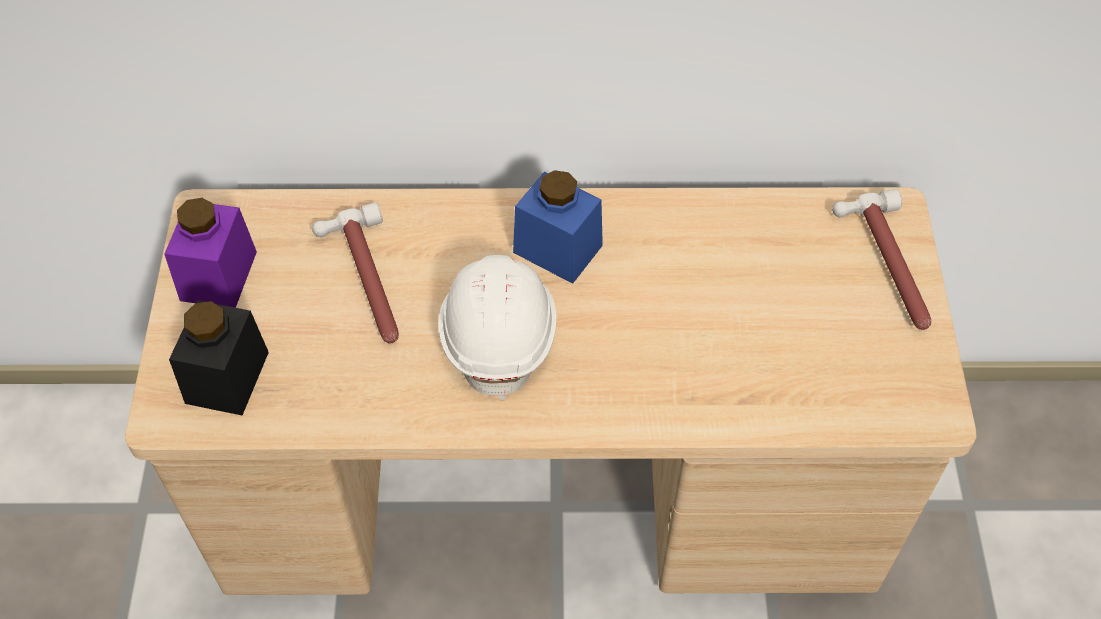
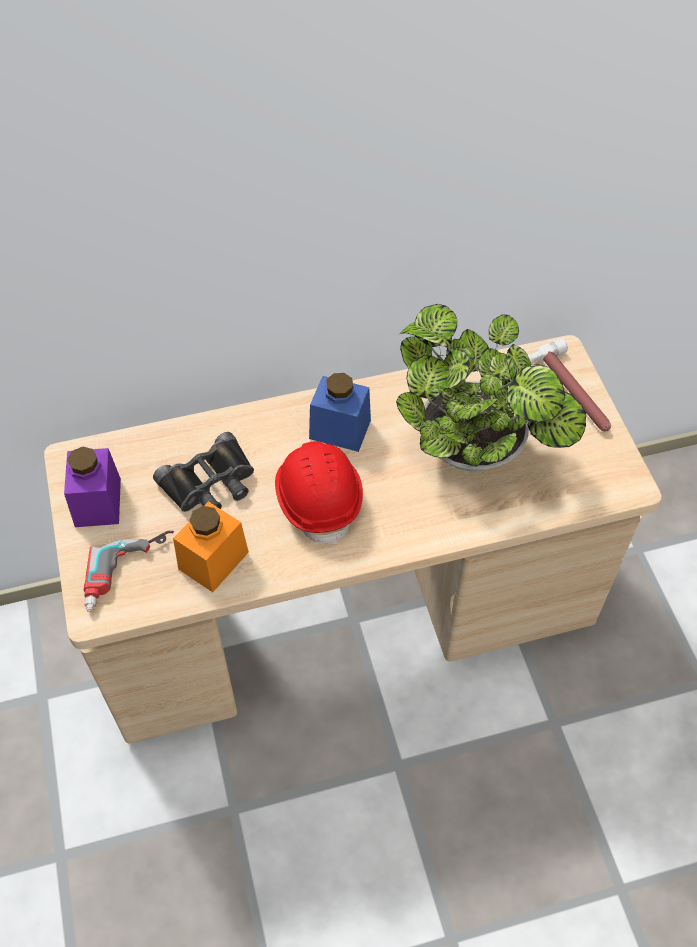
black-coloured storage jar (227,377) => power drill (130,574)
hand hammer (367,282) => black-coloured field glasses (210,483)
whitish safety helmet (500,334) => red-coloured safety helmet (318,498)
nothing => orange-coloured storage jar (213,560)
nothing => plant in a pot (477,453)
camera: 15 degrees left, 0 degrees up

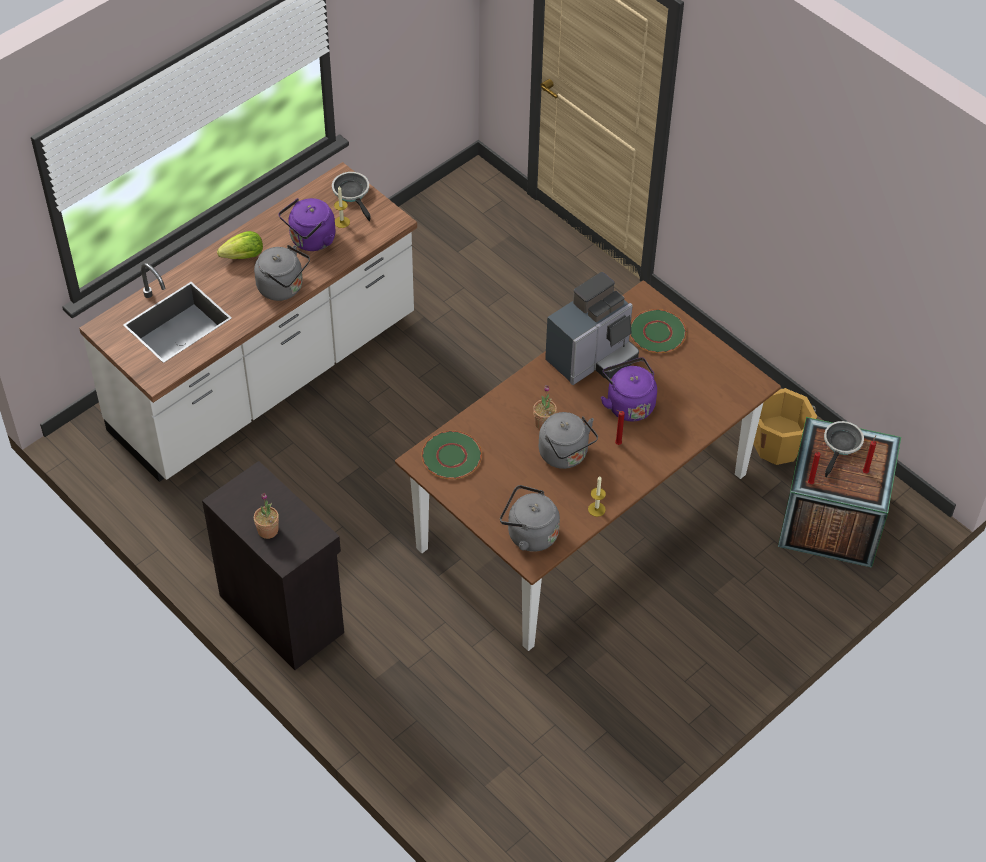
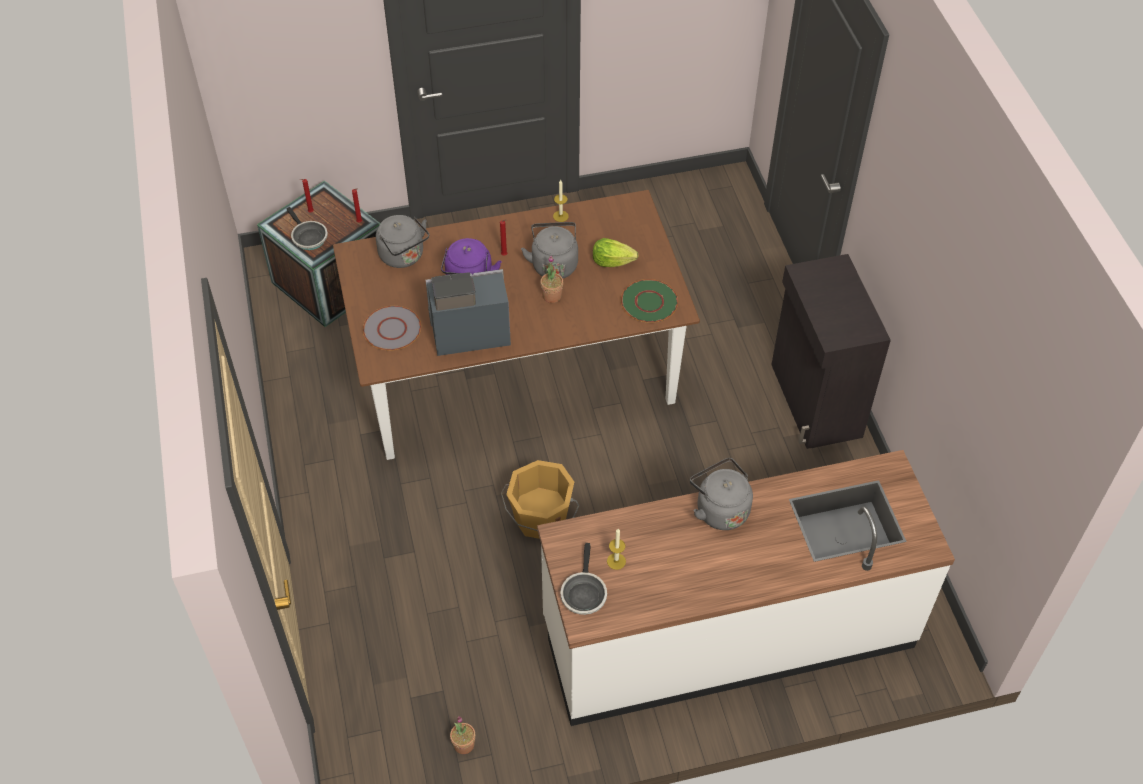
lettuce (244,256) => lettuce (612,262), move
plant in a pot (268,530) => plant in a pot (464,744), move
purple tea kettle (310,240) => nothing
grey tea kettle (529,534) => grey tea kettle (404,256), move
greenish dinner plate (657,333) => grey dinner plate (392,329)
orange-coloured water bucket (777,444) => orange-coloured water bucket (541,519), move
frying pan (841,445) => frying pan (308,237), 90 degrees counterclockwise
camera: 150 degrees left, 0 degrees up

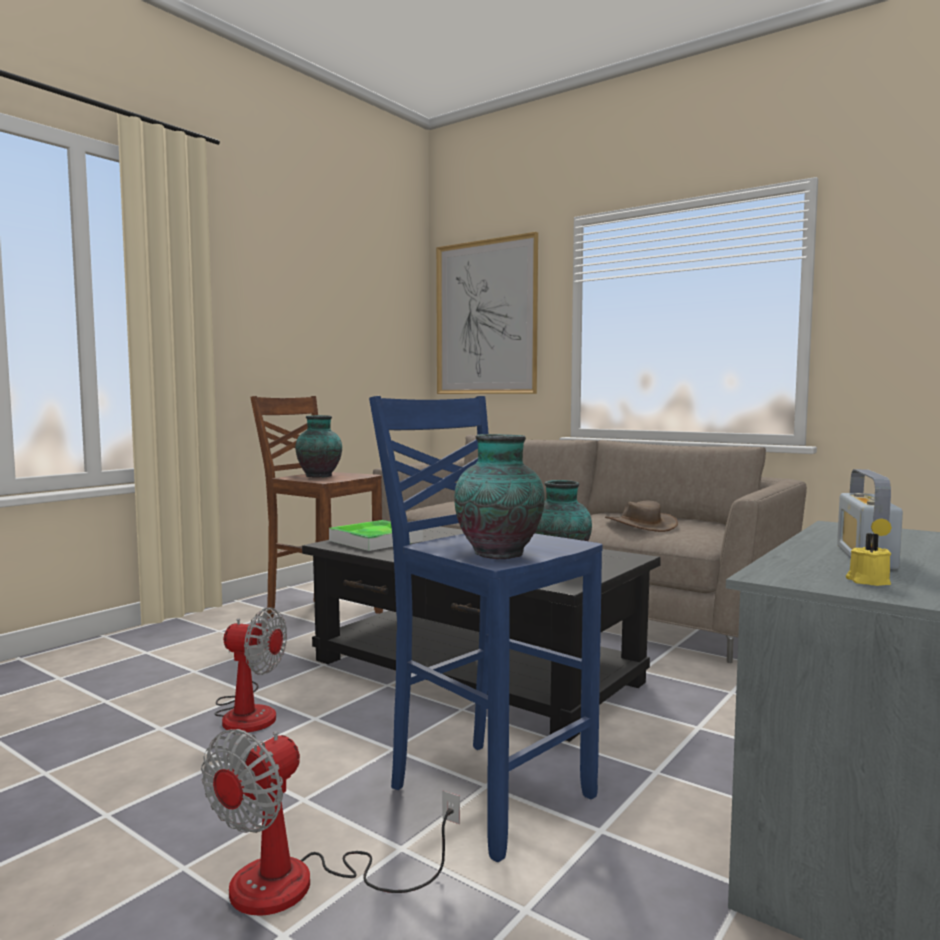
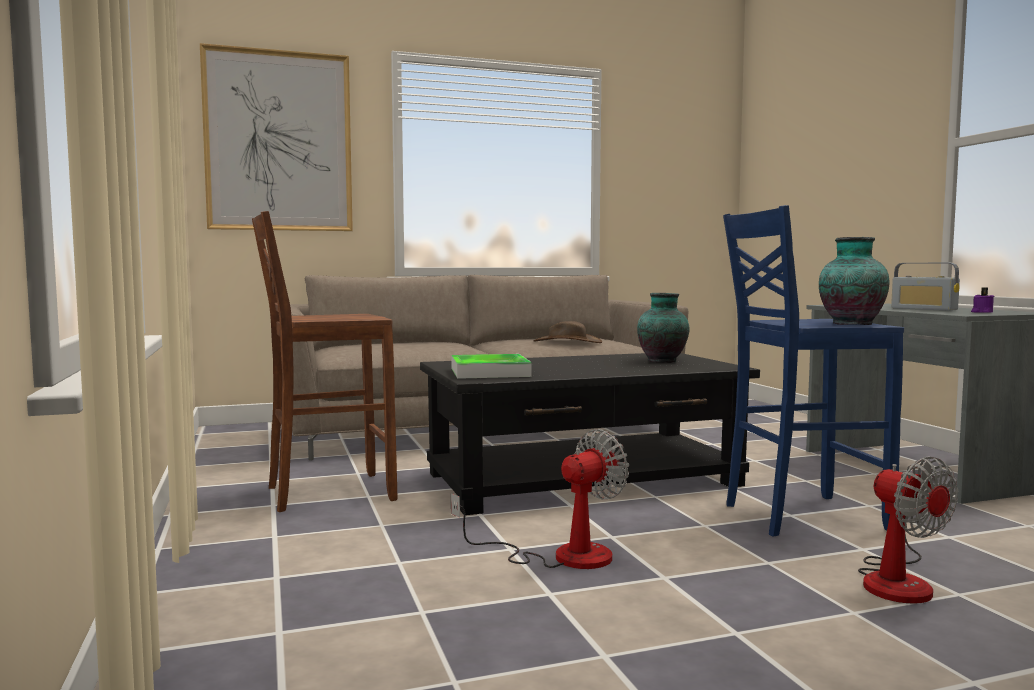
vase (320,476) => nothing
yellowish candle (867,581) => purple candle (981,312)
camera: 55 degrees left, 0 degrees up

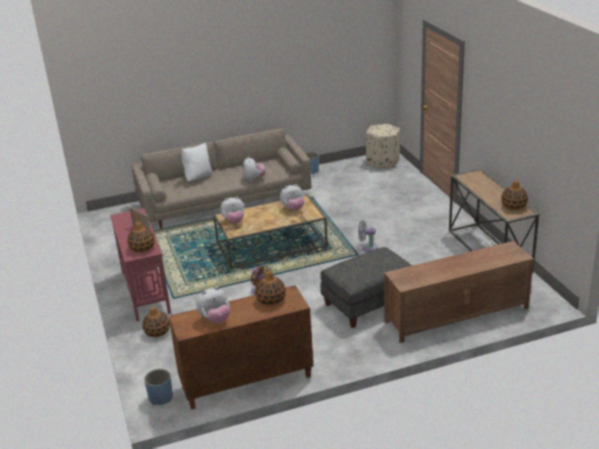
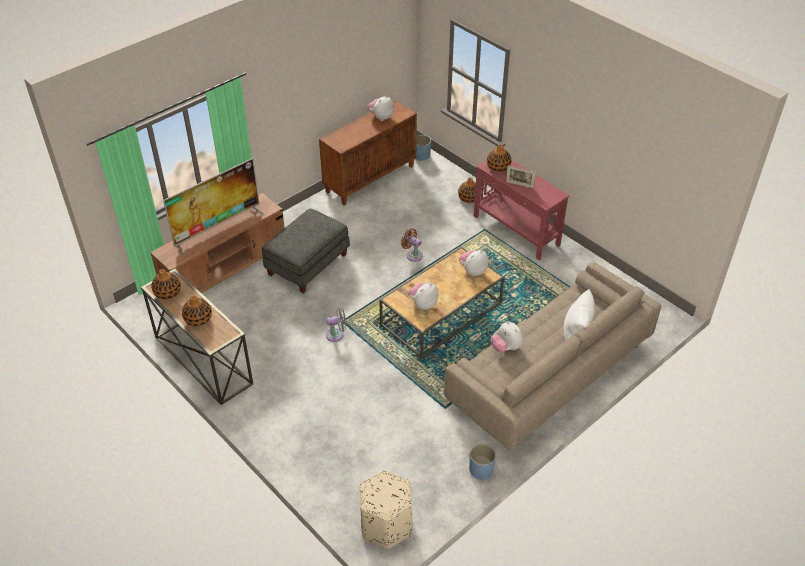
vase (271,300) => vase (198,319), move
nothing => TV (218,228)
camera: 155 degrees right, 15 degrees up

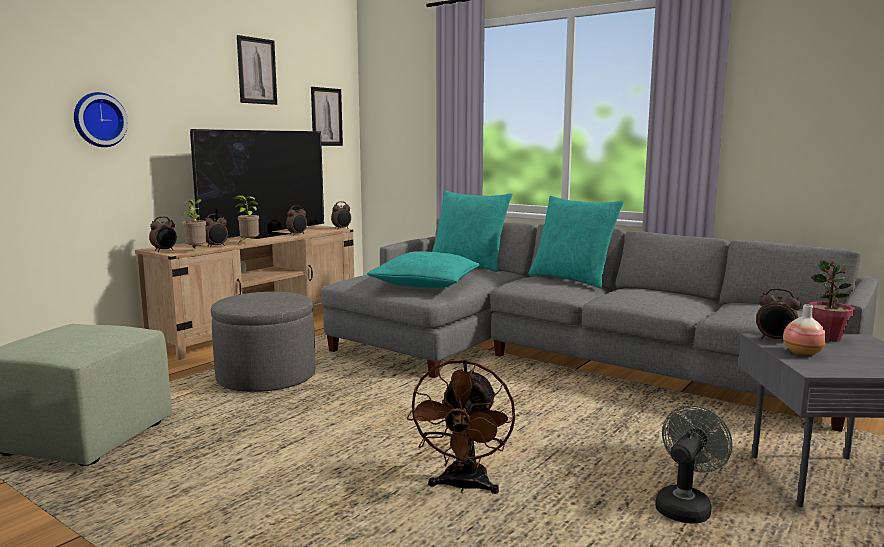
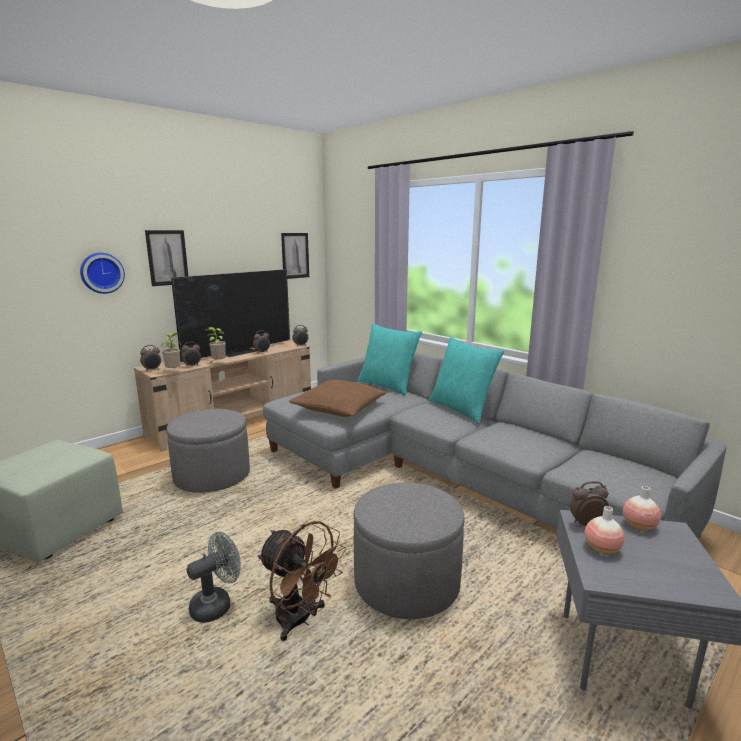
wall picture (257,71) => wall picture (167,257), move
turquoise cushion (426,283) => brown cushion (339,407)
brown cooling fan (464,487) => brown cooling fan (300,620), 75 degrees counterclockwise
grey cooling fan (685,506) => grey cooling fan (217,604), move
bedside clock (775,340) => bedside clock (586,524), 135 degrees clockwise
plant in a pot (827,338) => vase (639,525)
nothing => grey pouffe (406,582)
camera: 10 degrees right, 5 degrees up

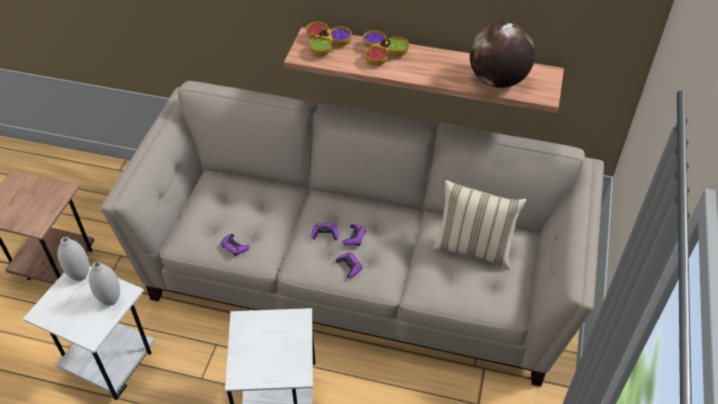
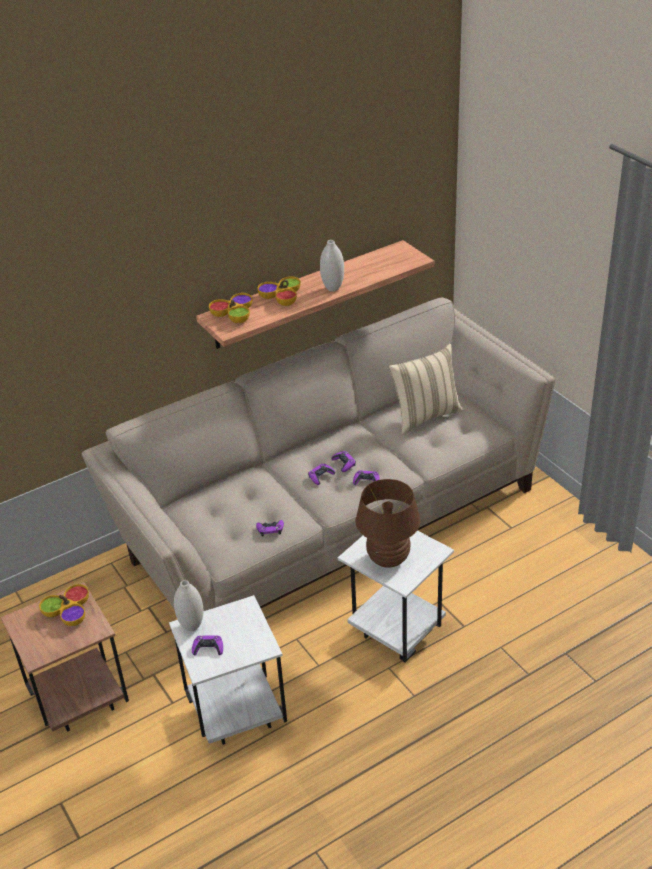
whitish vase (111,300) => whitish vase (333,288), move
desk globe (497,80) => nothing
nothing => deep dish (69,611)
nothing => purple joypad (208,648)
nothing => brown lamp for a table (388,558)
camera: 45 degrees left, 10 degrees down

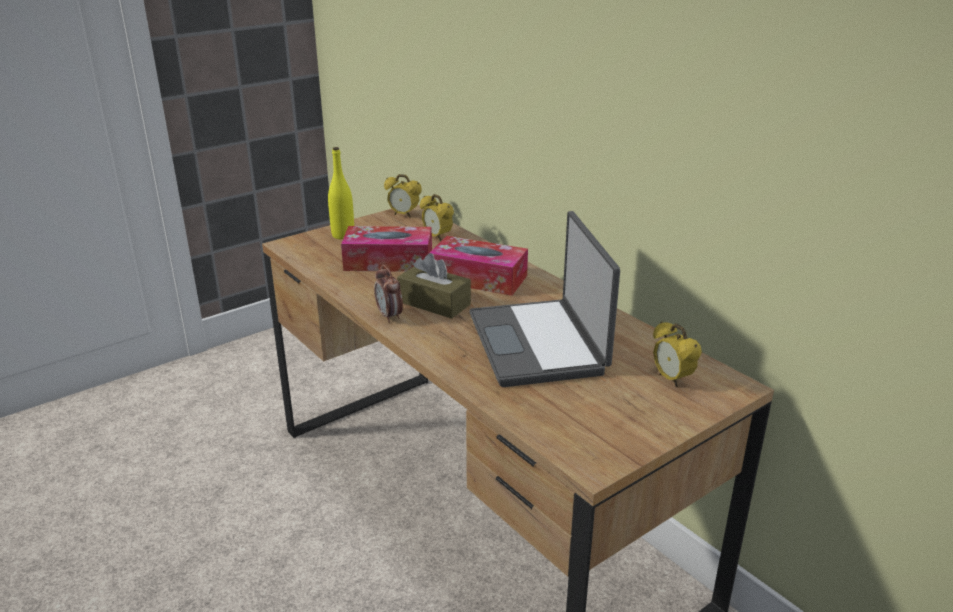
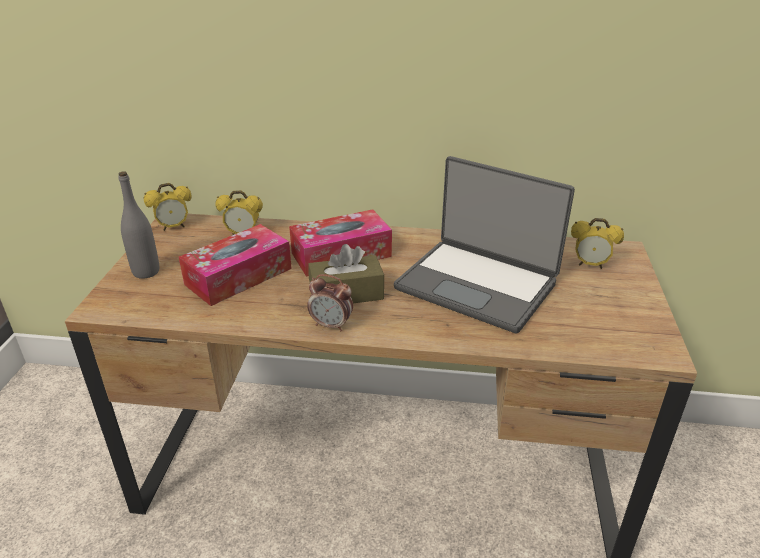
yellowish drink bottle (343,235) => grey drink bottle (146,272)
camera: 45 degrees left, 5 degrees up

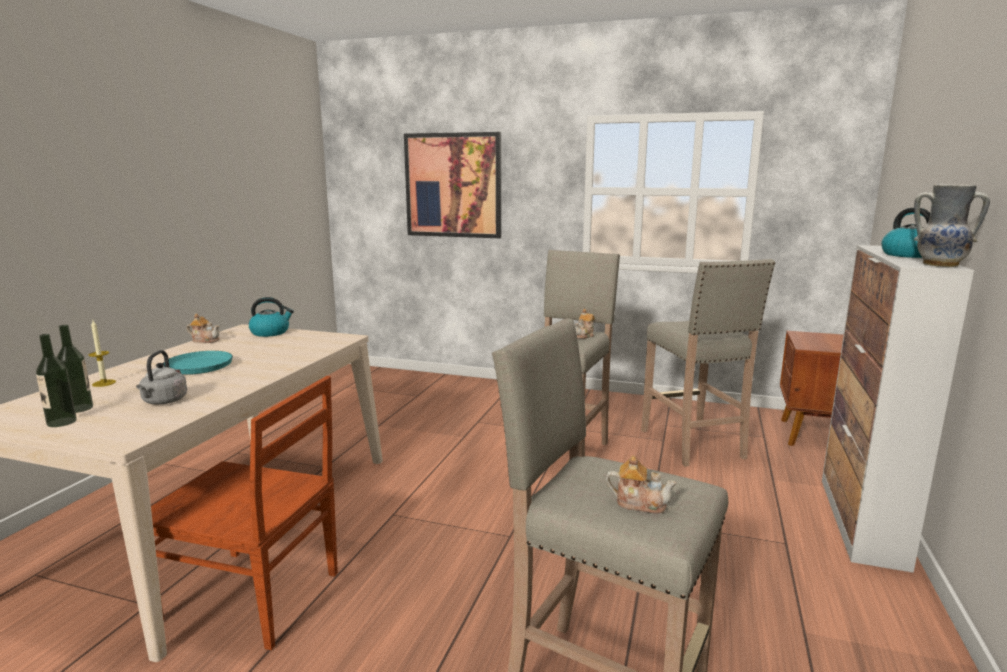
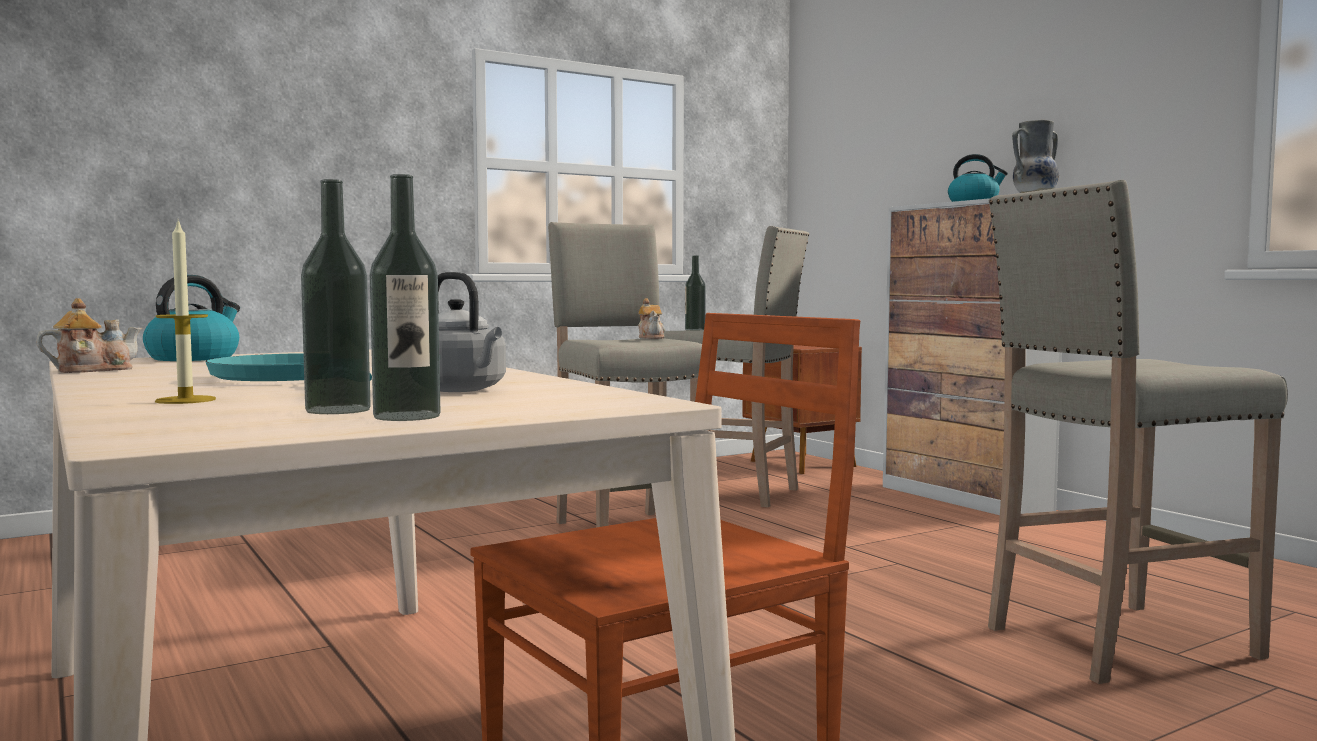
wall picture (453,185) => nothing
pot for tea (639,503) => nothing
nothing => drink bottle (695,329)
camera: 50 degrees left, 10 degrees down

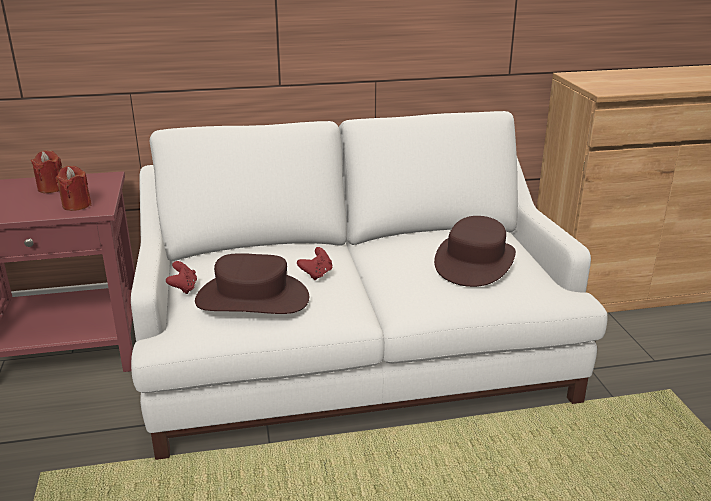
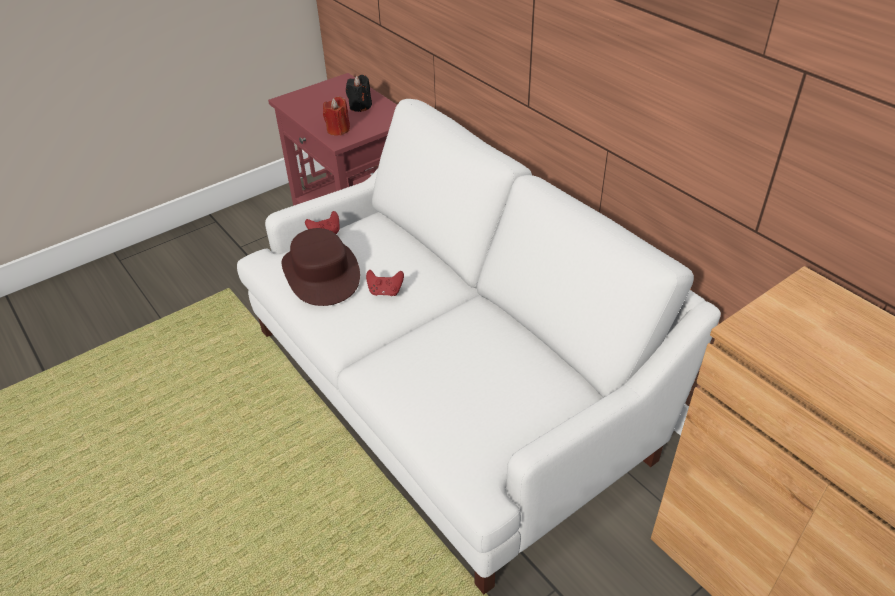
red-coloured candle (51,188) => black-coloured candle (360,106)
brown hat (475,262) => nothing
camera: 65 degrees right, 15 degrees up

